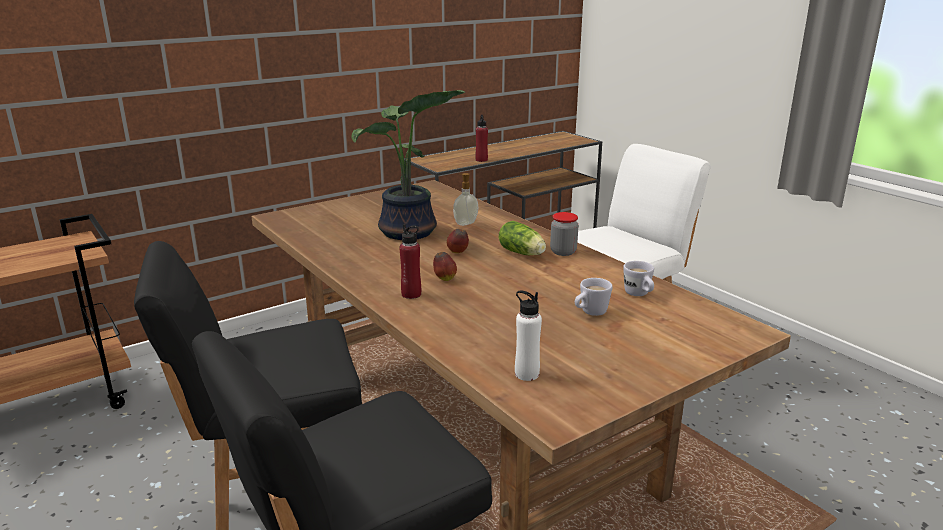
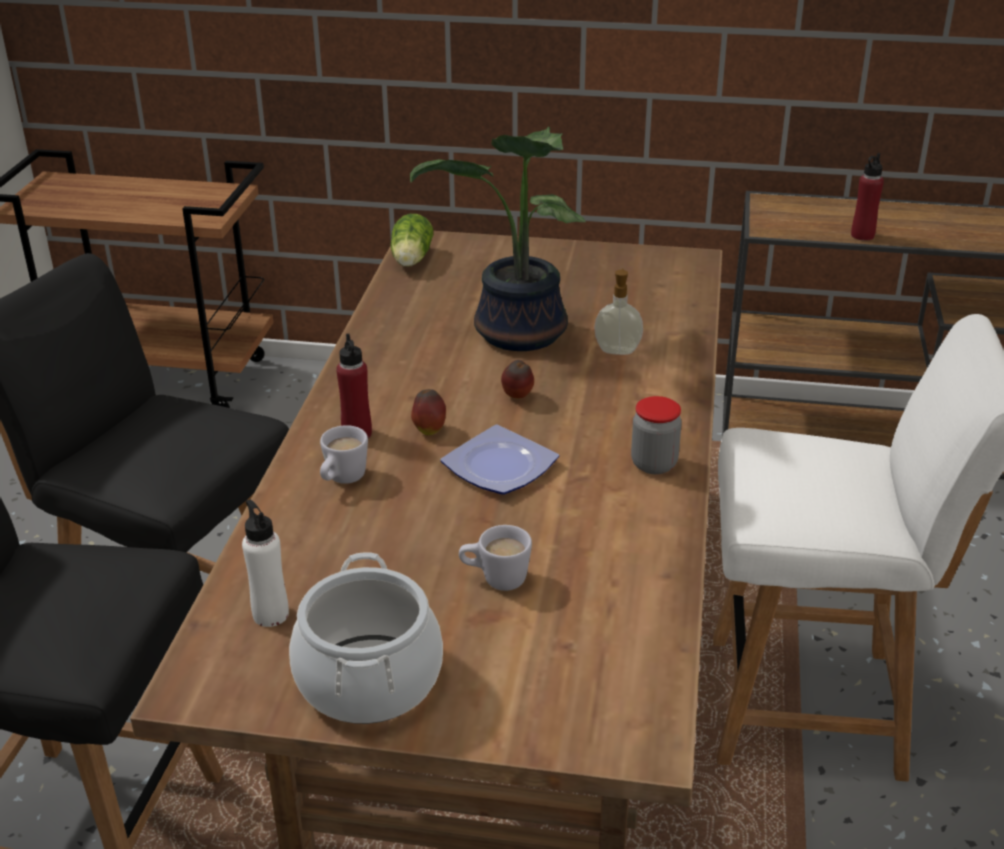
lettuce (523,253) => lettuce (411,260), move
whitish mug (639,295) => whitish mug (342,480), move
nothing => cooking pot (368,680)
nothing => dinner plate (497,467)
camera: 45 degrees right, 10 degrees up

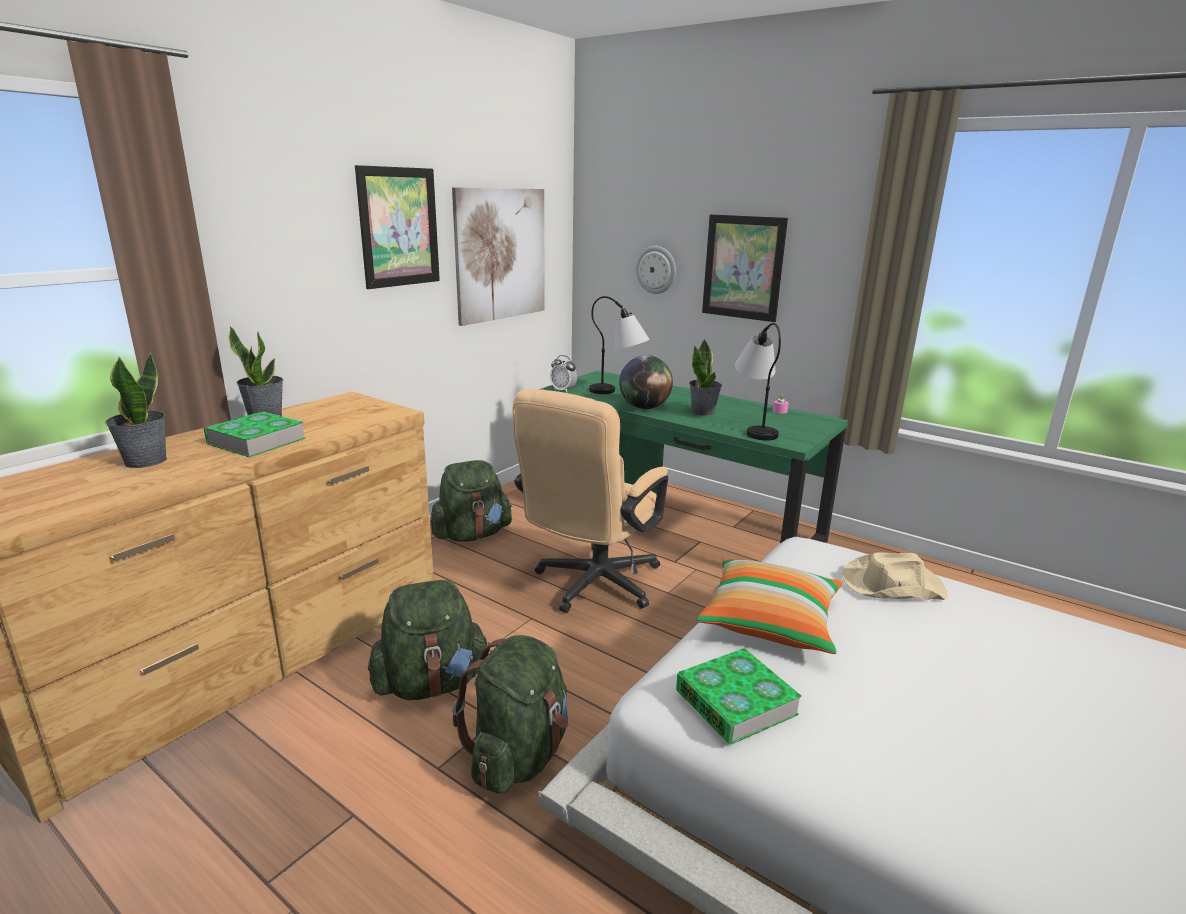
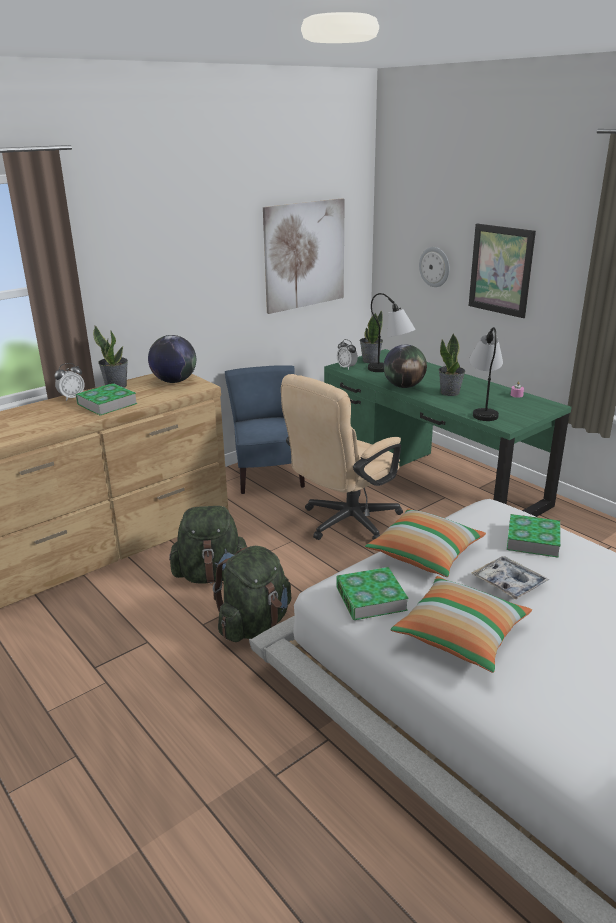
plant in a pot (145,461) => plant in a pot (370,360), move
wall picture (399,227) => nothing
greenish rucksack (472,535) => bluish chair (268,477)
beige-coloured hat (891,585) => book (533,540)
nothing => bedside clock (72,397)
nothing => desk globe (174,381)
nothing => cushion (460,635)
nothing => carrying tray (508,583)
camera: 15 degrees right, 5 degrees up

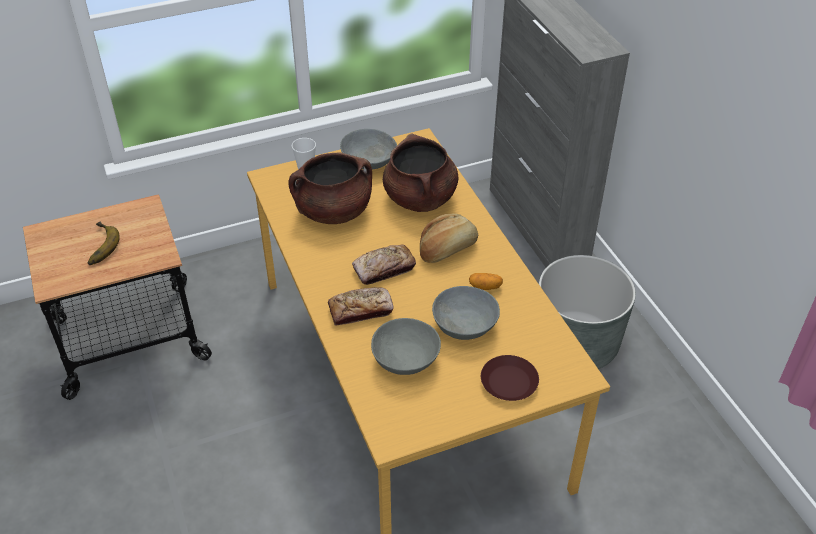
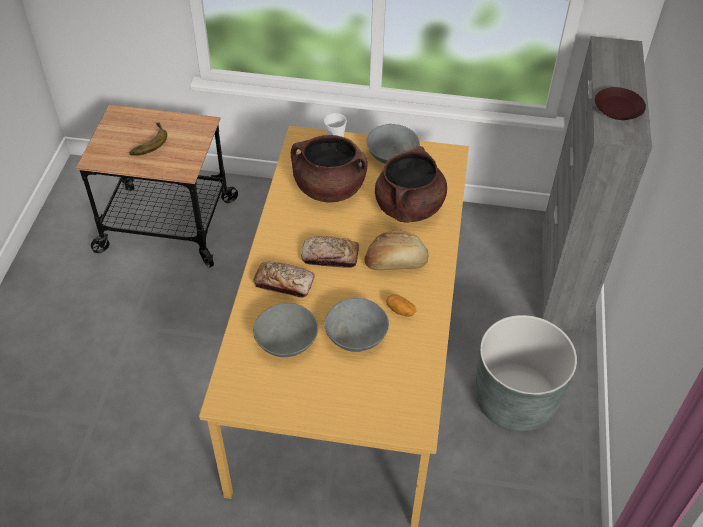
brown dinner plate (509,382) => brown dinner plate (618,108), move
camera: 30 degrees right, 5 degrees up

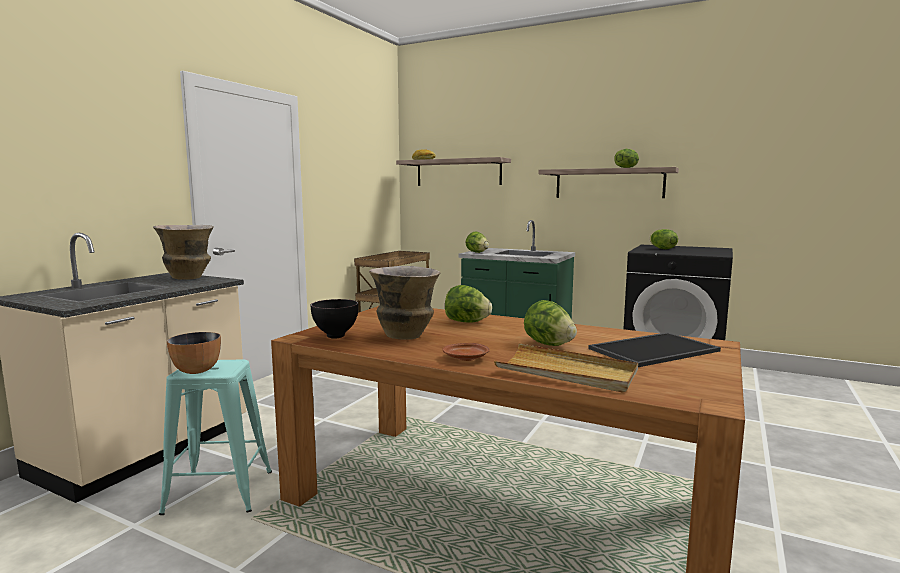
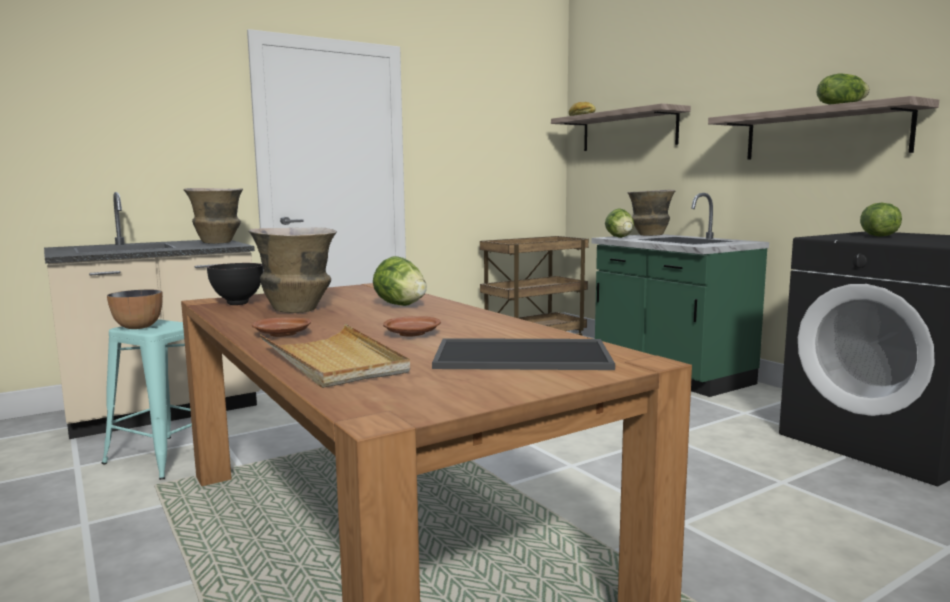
lettuce (548,344) => brown dinner plate (412,334)
nothing => vase (649,235)
camera: 30 degrees right, 0 degrees up

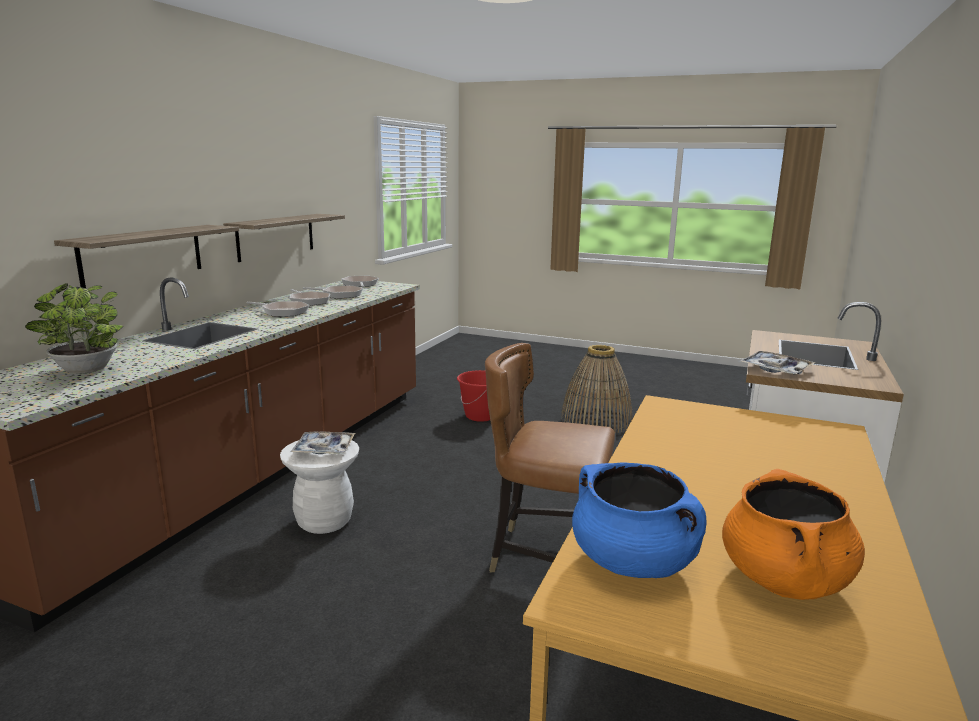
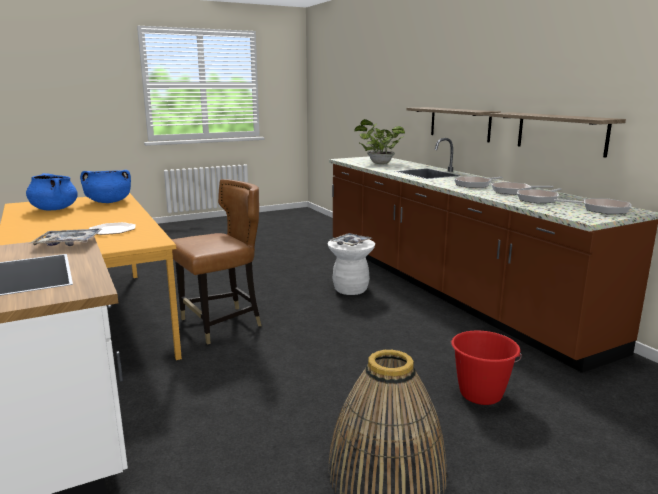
orange-coloured cooking pot (784,580) => bluish cooking pot (54,209)
nothing => dinner plate (112,230)
camera: 130 degrees right, 0 degrees up

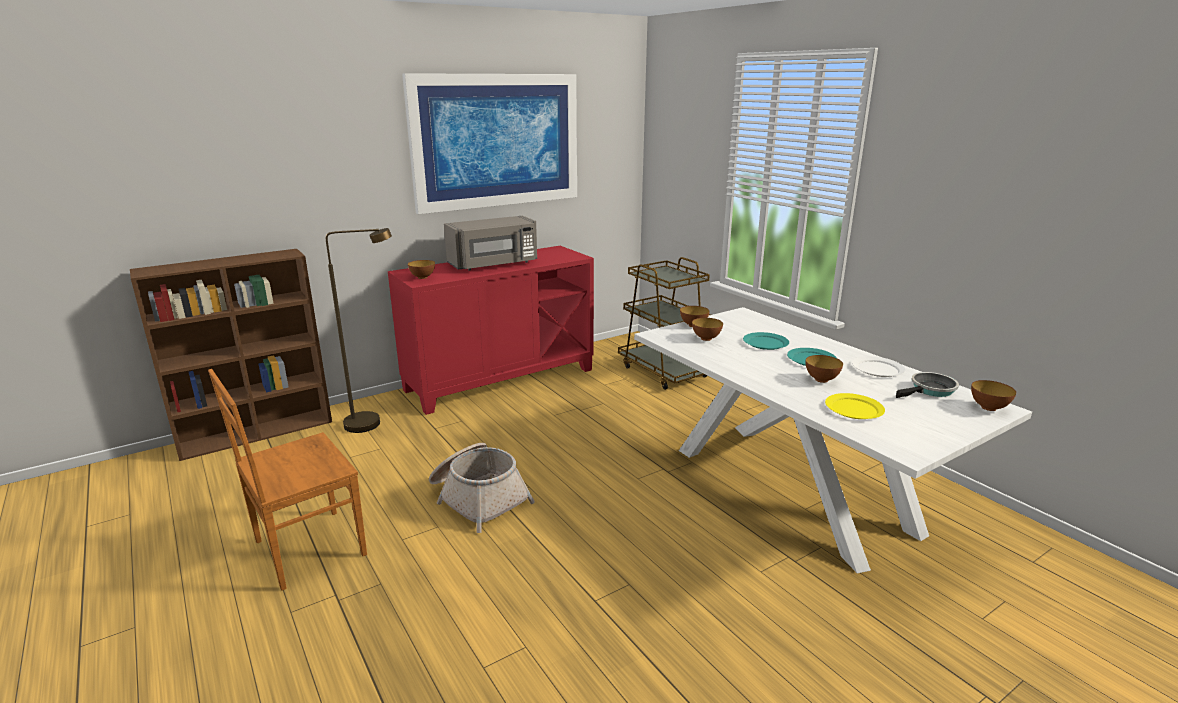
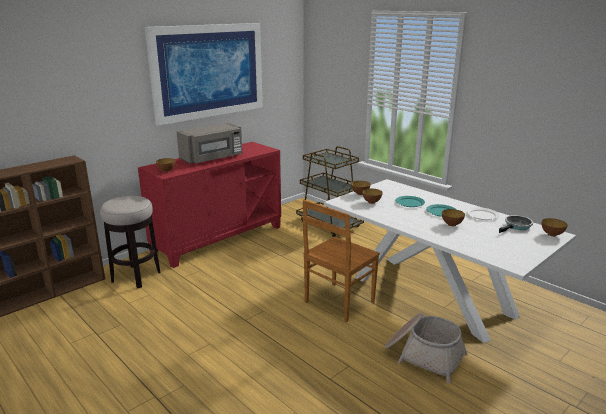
brown chair (306,549) => brown chair (338,302), move
brown floor lamp (372,422) => sitting stool (136,276)
storage basket (478,498) => storage basket (423,355), move
yellowish dinner plate (854,409) => nothing
camera: 10 degrees left, 0 degrees up

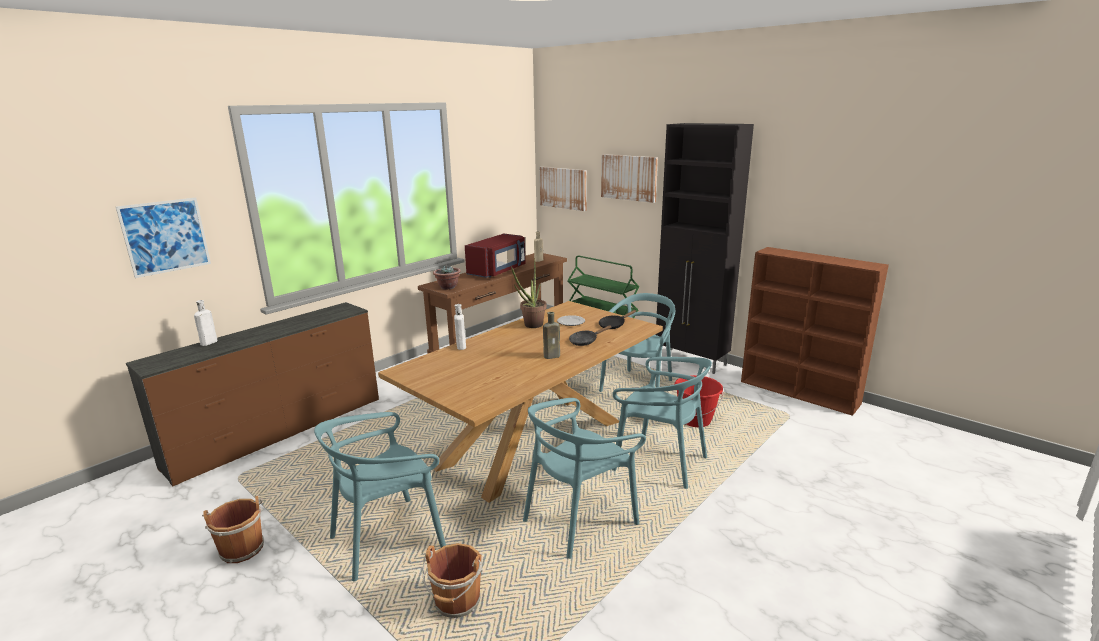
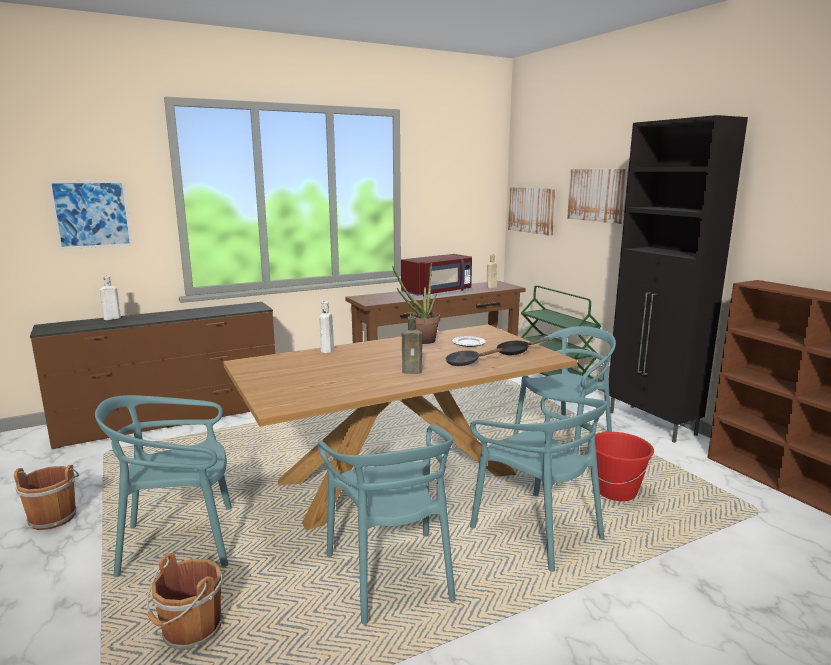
plant in a pot (448,287) => nothing
turquoise chair (579,519) => turquoise chair (392,574), 90 degrees counterclockwise
camera: 20 degrees right, 5 degrees down

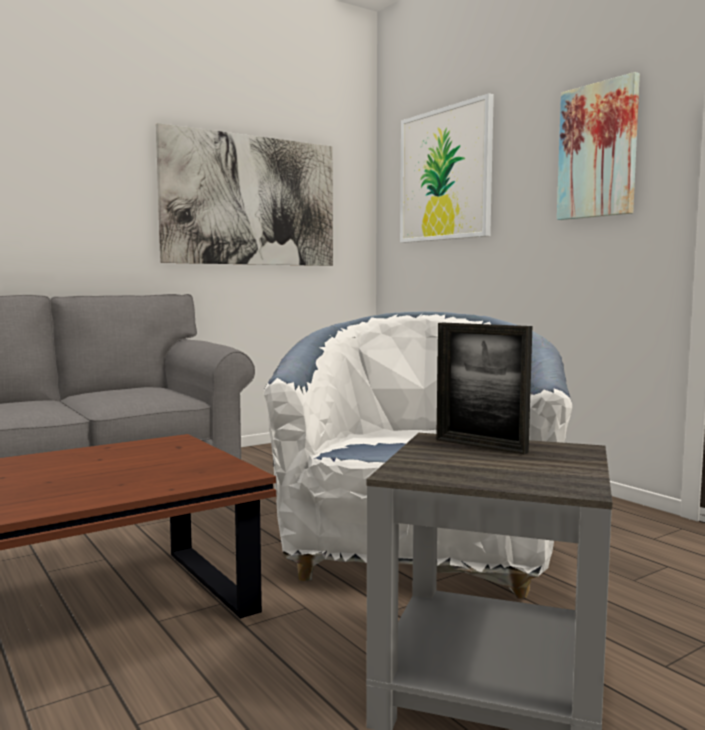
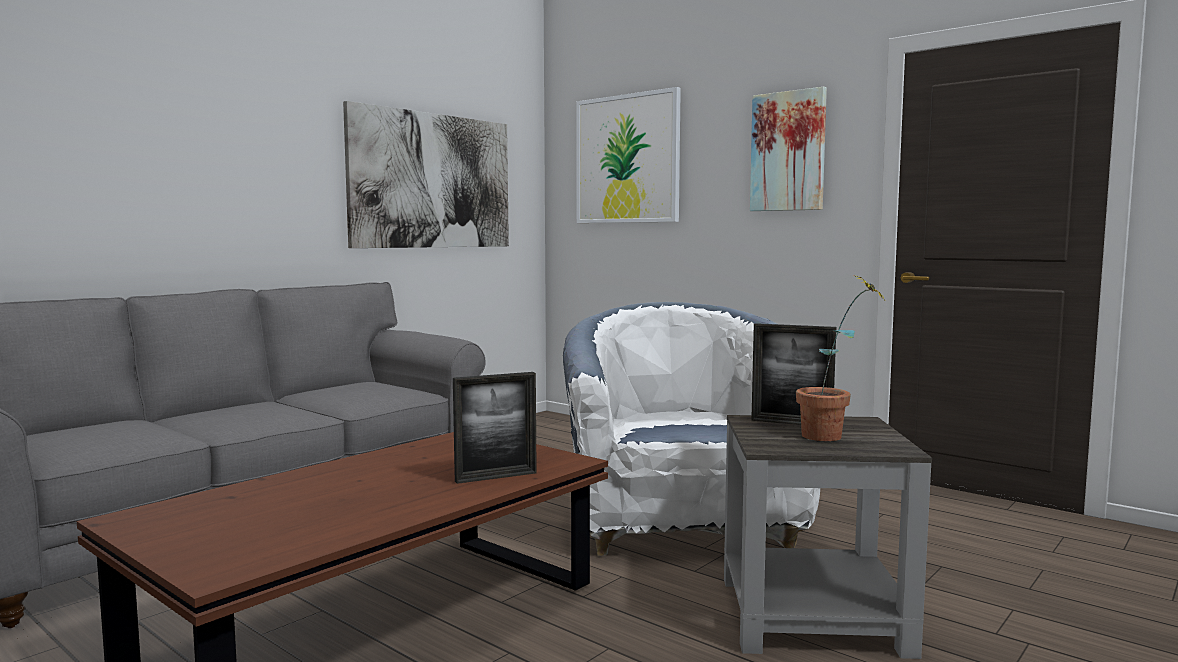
nothing => standing frame (496,477)
nothing => plant in a pot (834,437)
camera: 15 degrees left, 0 degrees up

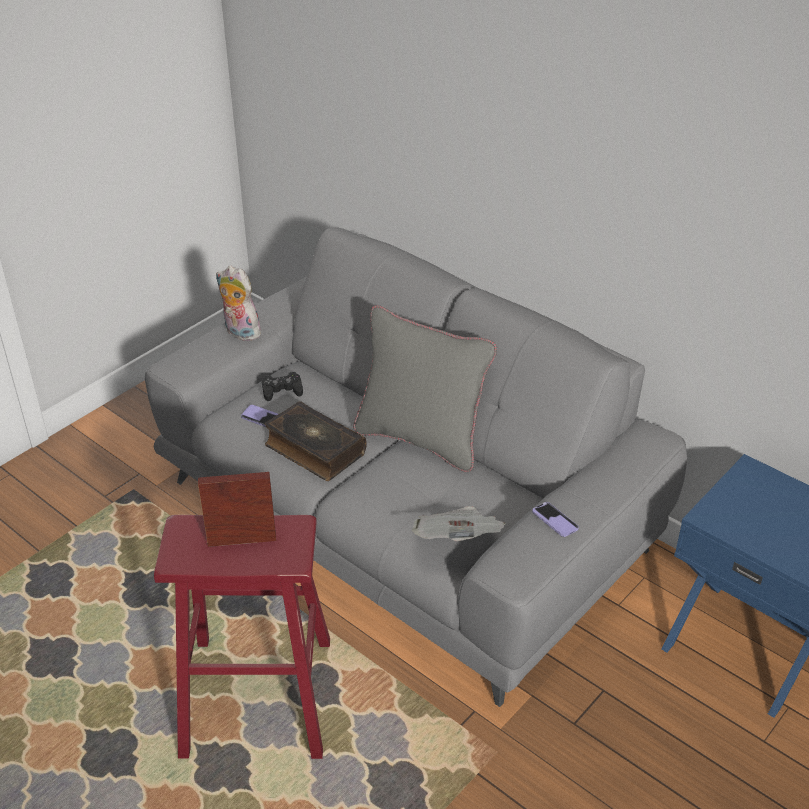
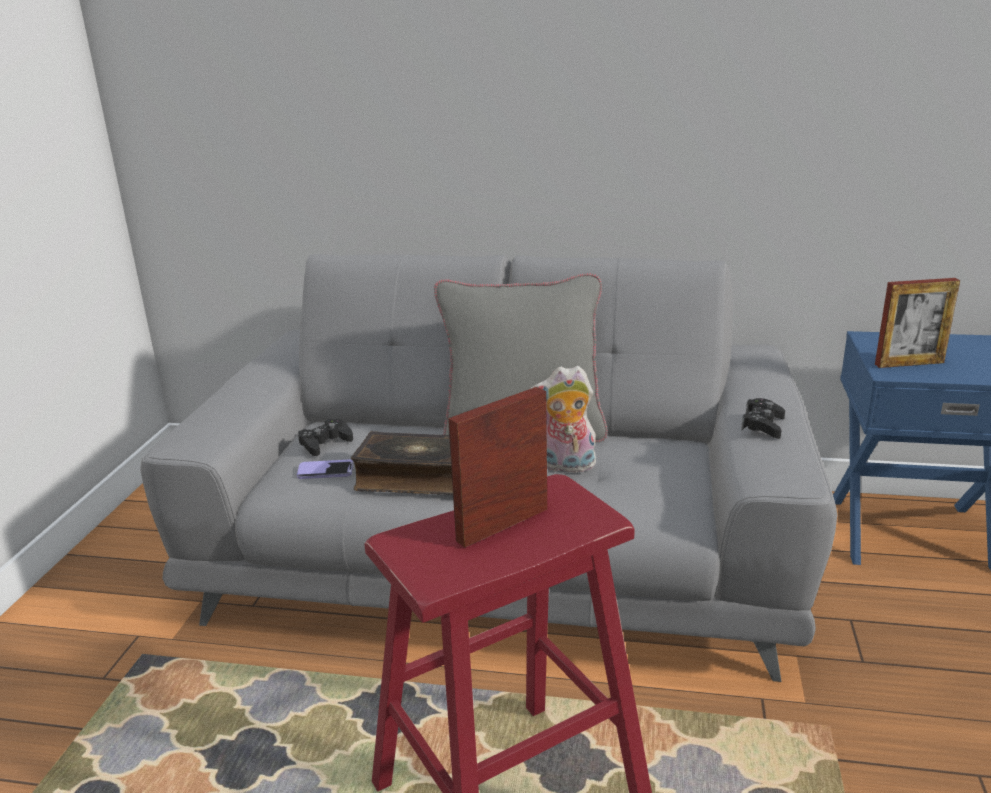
cuddly toy (240,332) => cuddly toy (565,466), move
printed paper (457,541) => nothing
phone (555,520) => black-coloured joypad (762,425)
nothing => standing frame (909,363)
camera: 30 degrees left, 15 degrees down

